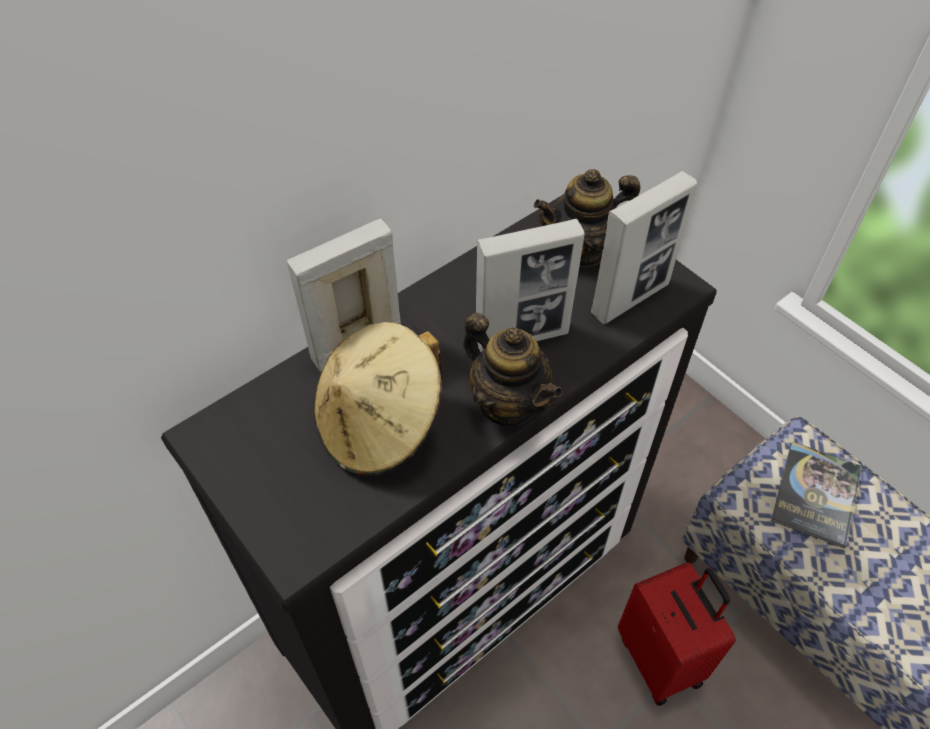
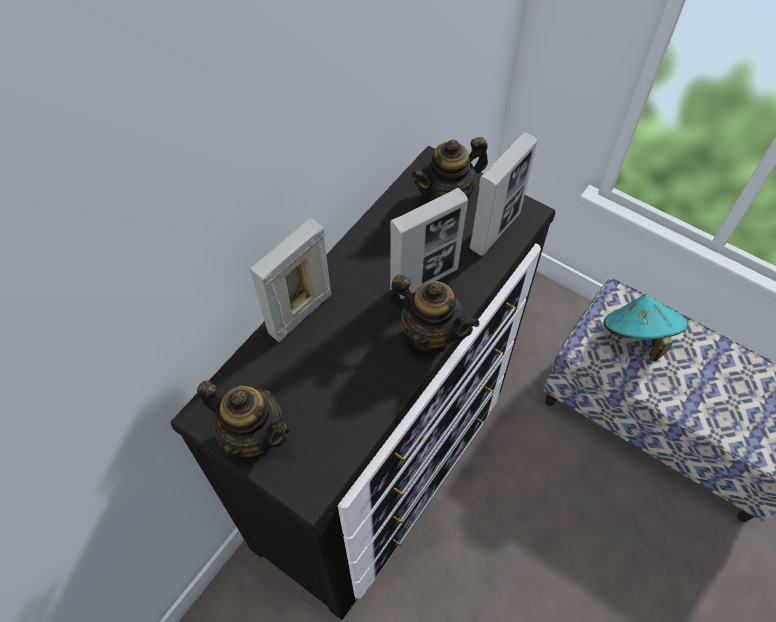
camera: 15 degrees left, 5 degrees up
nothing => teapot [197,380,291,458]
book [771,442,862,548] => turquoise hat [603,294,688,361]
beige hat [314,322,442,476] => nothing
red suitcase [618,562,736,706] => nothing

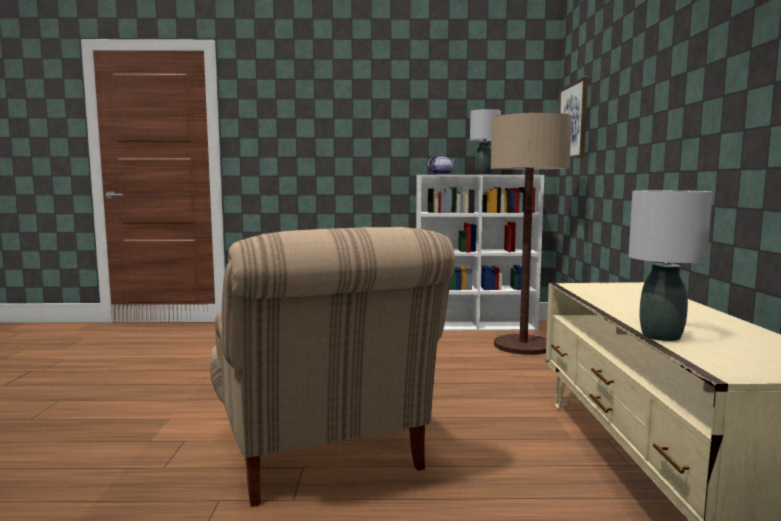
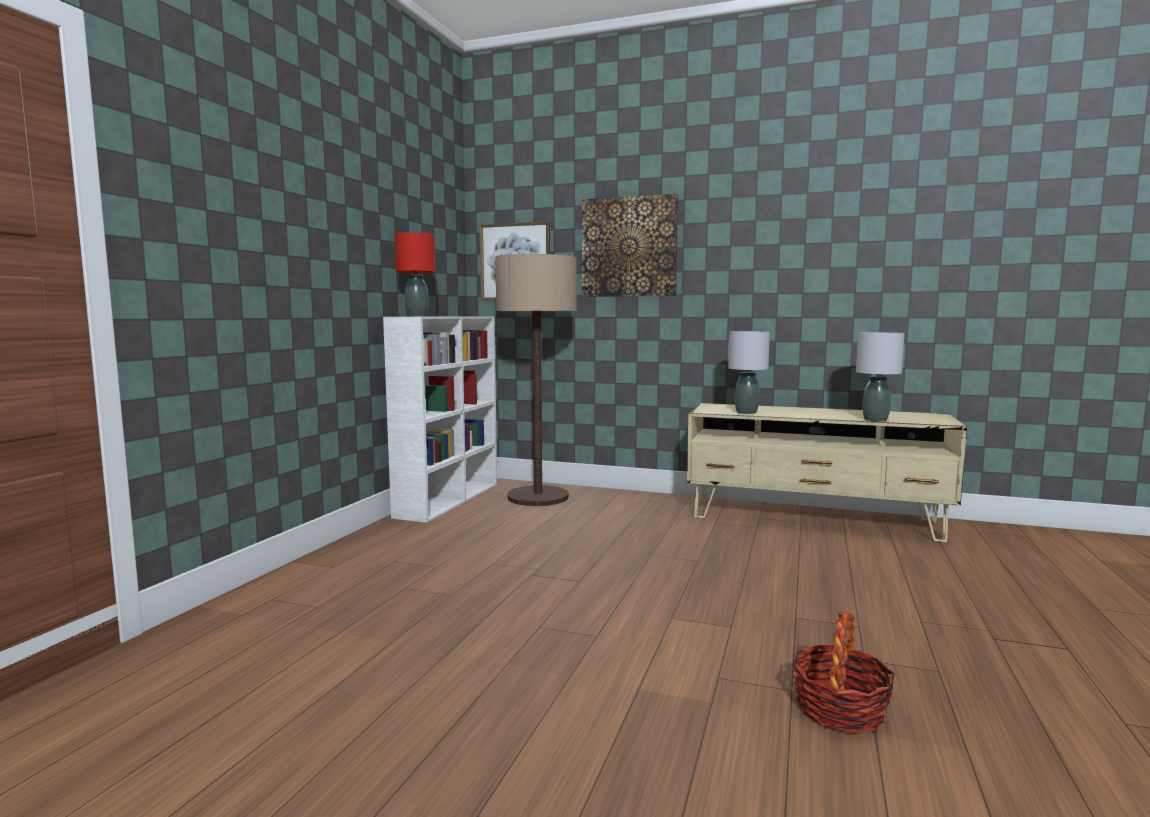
camera: 70 degrees left, 0 degrees up
teapot [428,154,456,175] => red table lamp [395,232,435,316]
nothing => picture [582,194,678,297]
grey table lamp [470,109,501,175] => grey table lamp [728,331,770,414], shifted
nothing => basket [792,612,895,734]
beige armchair [209,227,456,507] => nothing

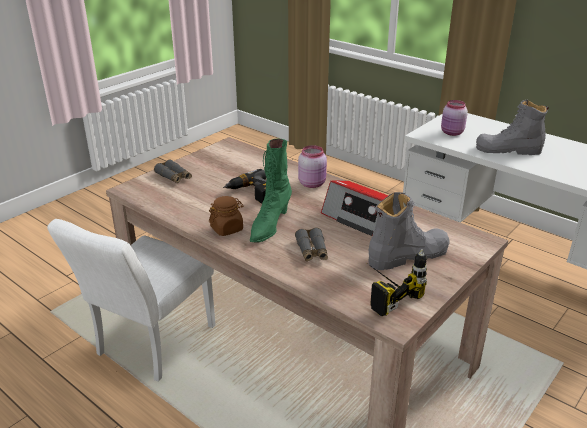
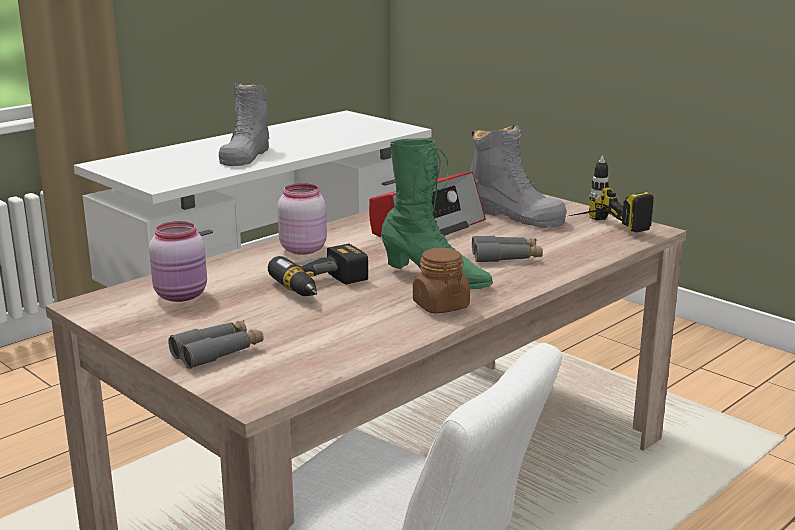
camera: 85 degrees left, 10 degrees down
pink jar [441,100,468,136] => pink jar [149,221,207,302], shifted
grey boot [368,192,450,270] => grey boot [470,125,567,228], 150 degrees clockwise

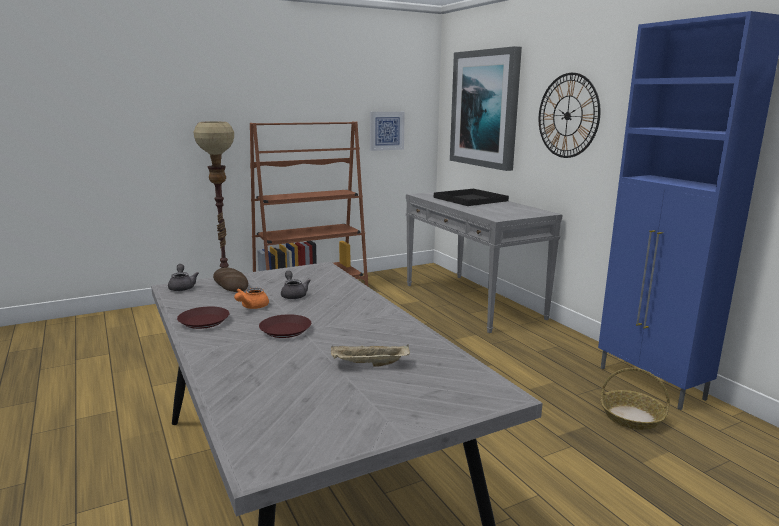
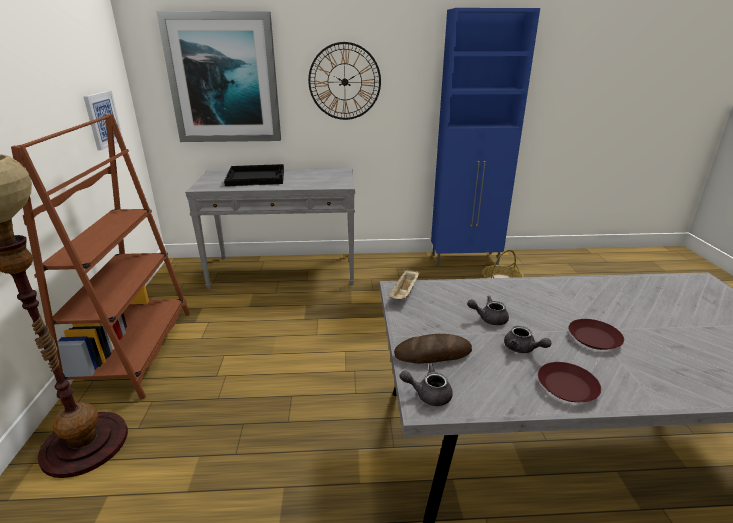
camera: 65 degrees left, 10 degrees up
beige tray [331,344,410,367] => beige tray [388,269,419,299], shifted
orange teapot [234,288,269,309] => grey teapot [504,326,551,353]

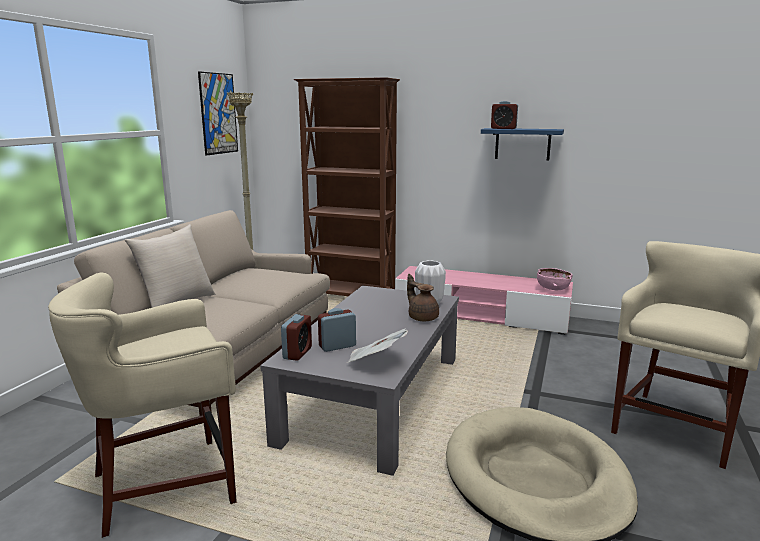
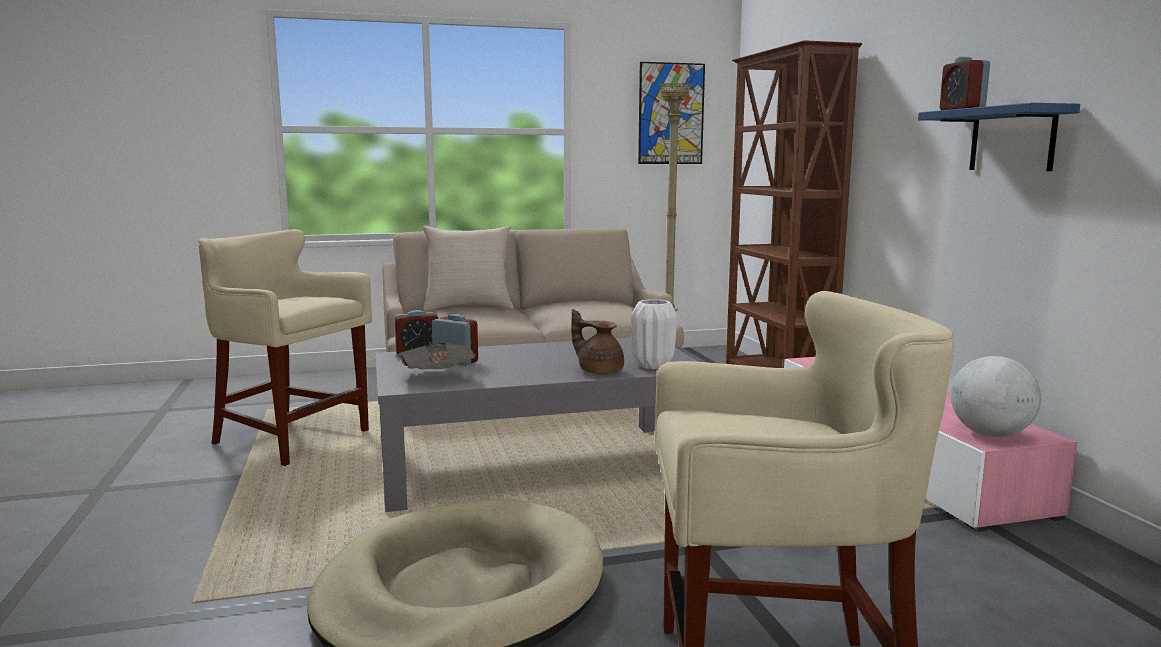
camera: 55 degrees right, 5 degrees down
brown teapot [407,274,439,321] => brown teapot [571,309,624,374], 75 degrees counterclockwise
pink bowl [537,268,573,290] => globe [950,356,1041,437]

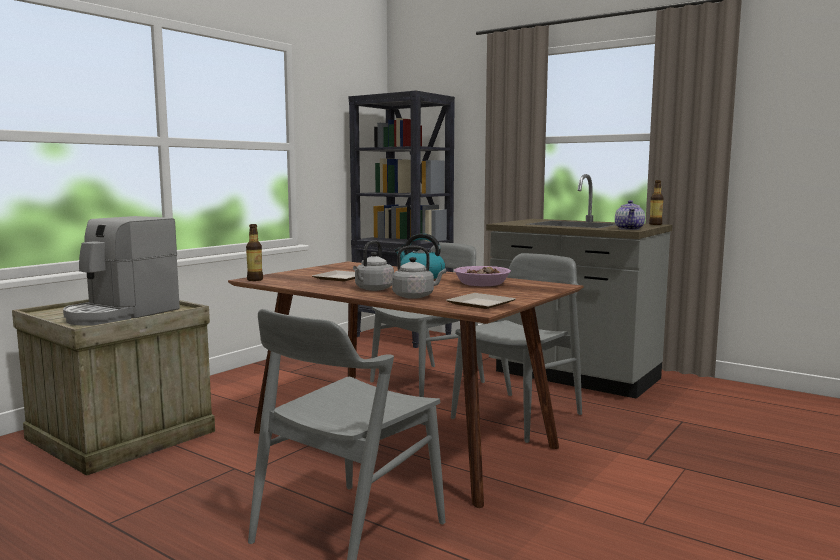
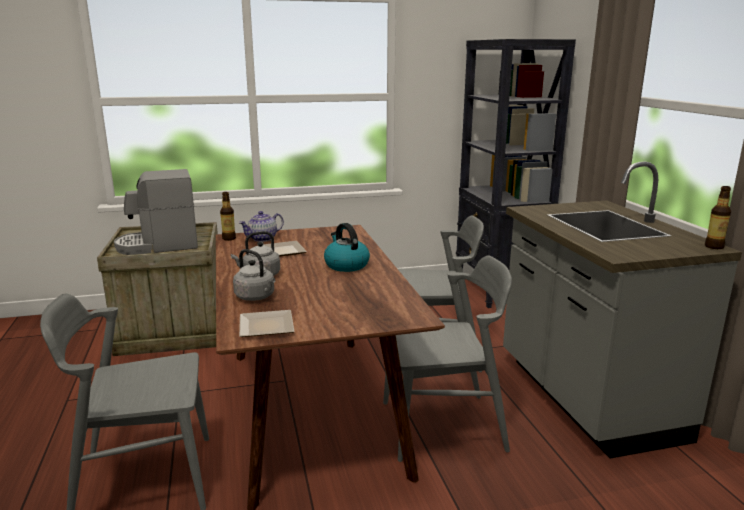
camera: 40 degrees right, 10 degrees up
teapot [615,200,645,230] => teapot [239,211,284,242], shifted
bowl [454,266,511,286] => nothing

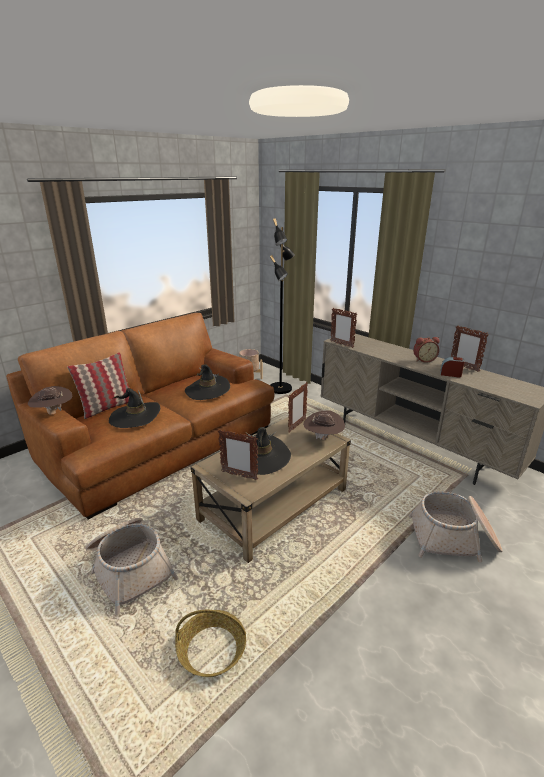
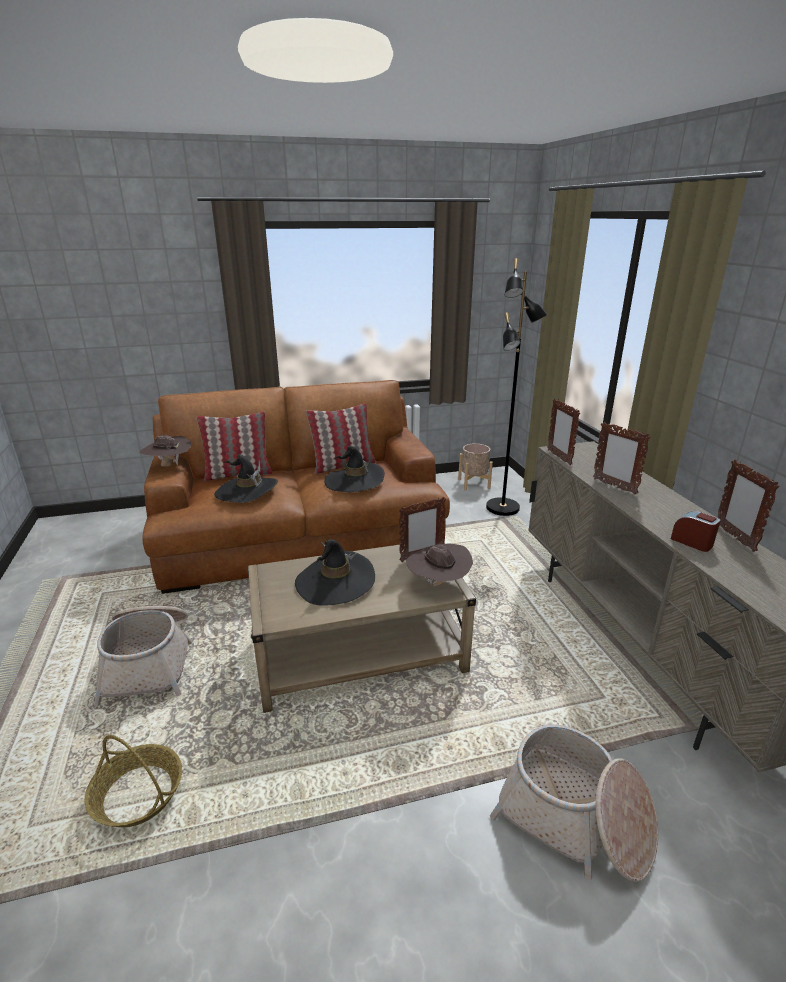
camera: 30 degrees right, 0 degrees up
nothing => pillow [306,403,375,474]
picture frame [218,429,258,480] => picture frame [593,422,651,495], shifted
alarm clock [413,337,440,363] => nothing

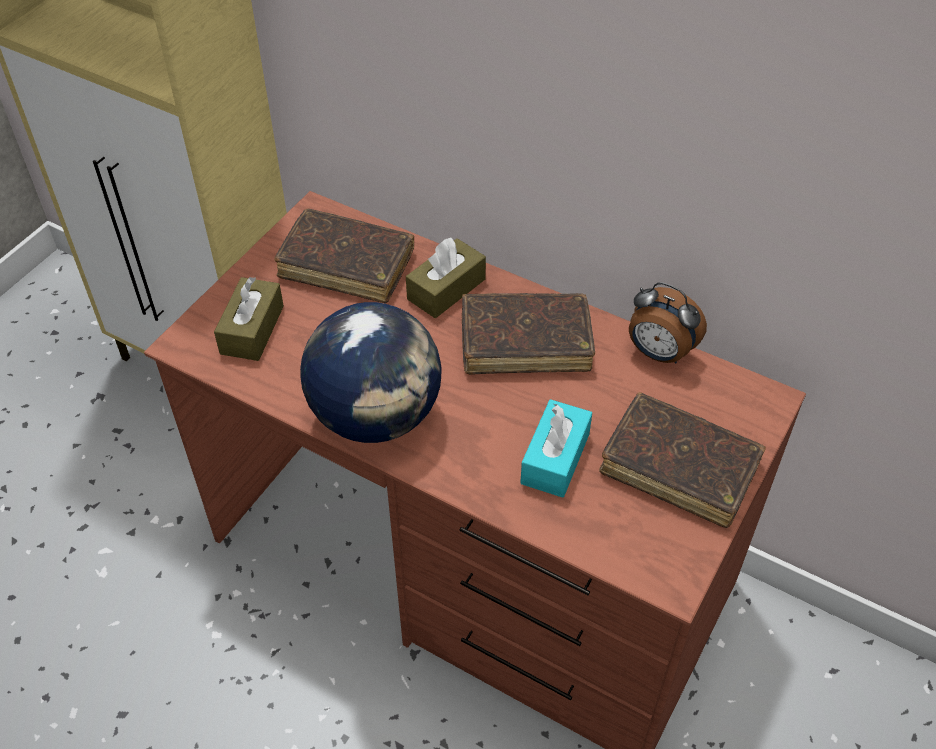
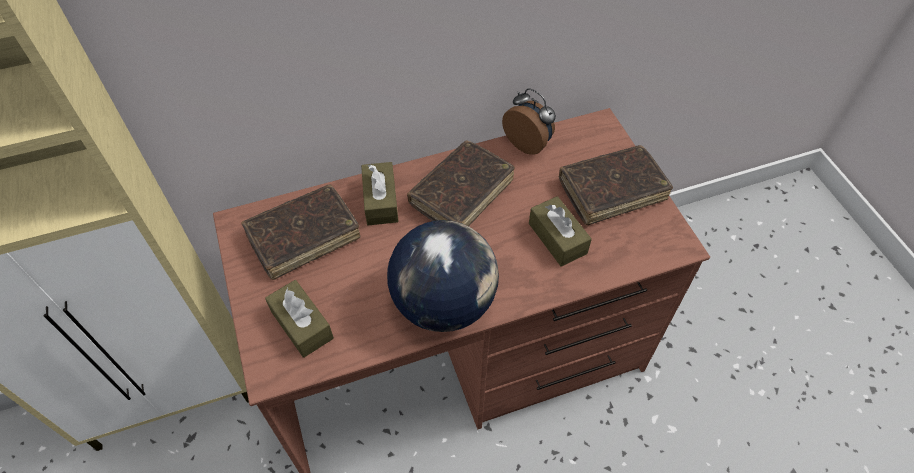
camera: 50 degrees left, 5 degrees up
alarm clock [629,282,707,364] => alarm clock [502,88,556,155], 120 degrees counterclockwise
turquoise tissue box [520,399,592,498] => brown tissue box [529,196,592,267]

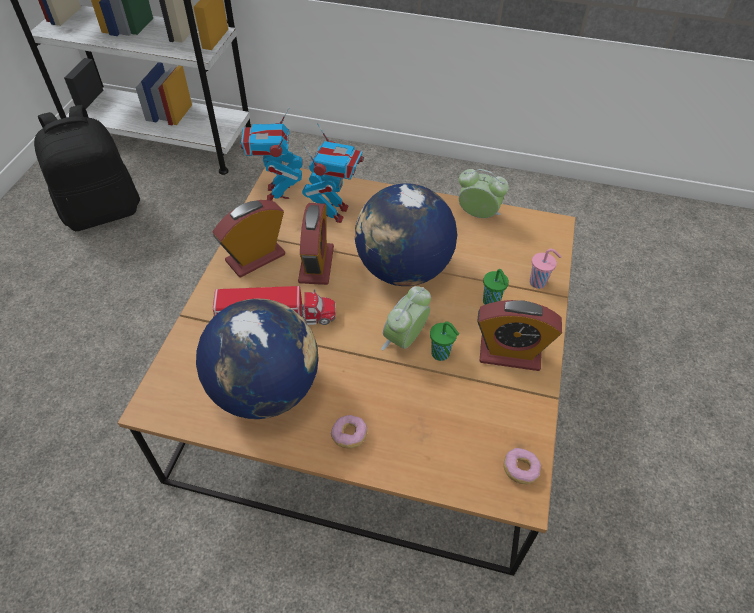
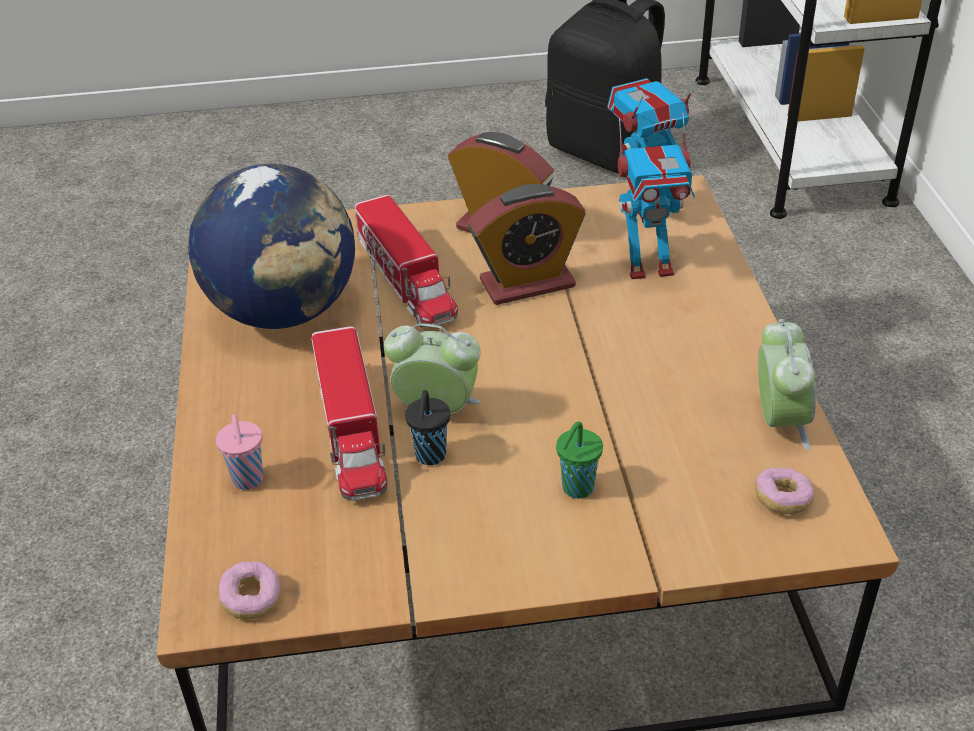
camera: 70 degrees right, 10 degrees down
pink cup [530,249,562,289] => pink cup [216,414,263,490], shifted
nothing => toy truck [312,326,388,501]
green cup [430,322,459,361] => black cup [405,390,450,465]
donut [331,415,368,449] => donut [754,468,815,514], shifted
globe [355,183,457,286] => nothing
alarm clock [477,300,562,371] => nothing

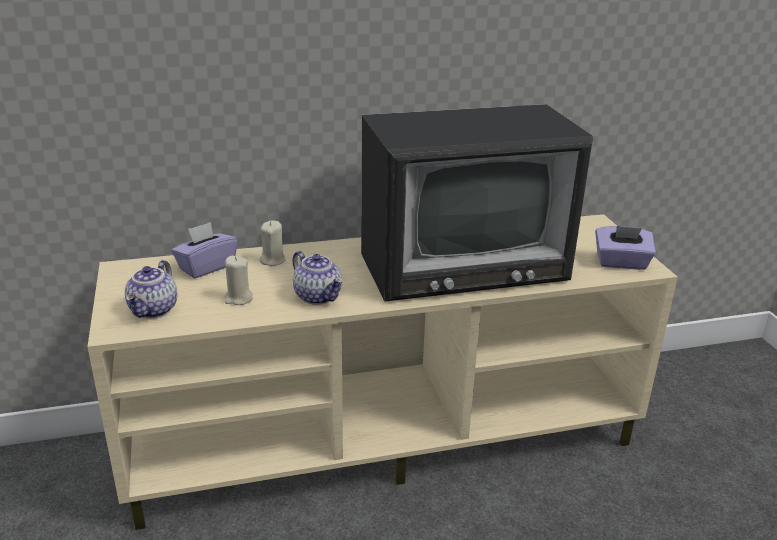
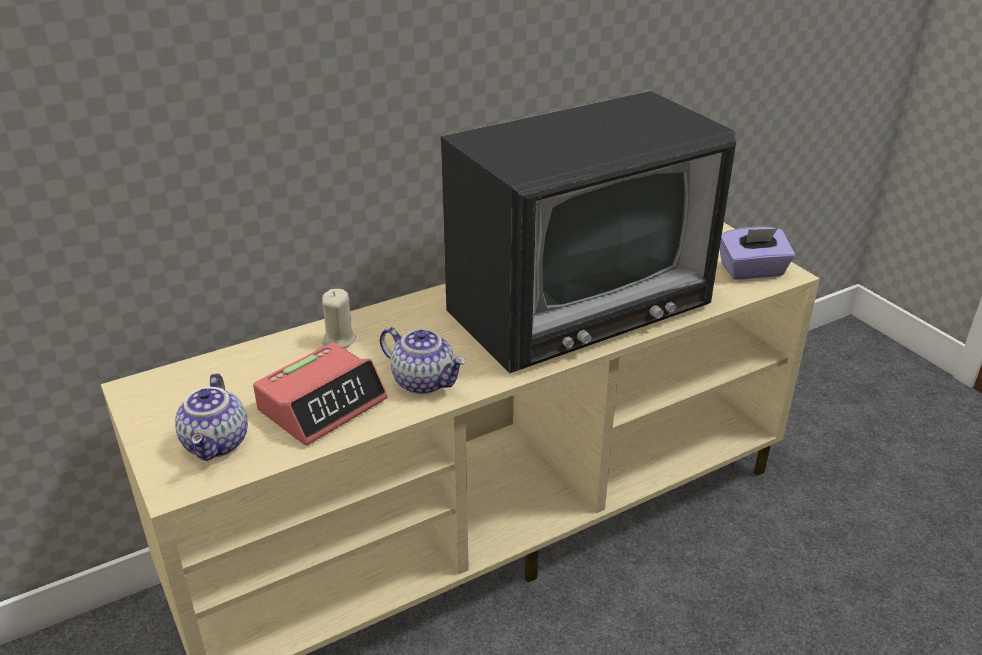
camera: 15 degrees left, 5 degrees up
beige candle [224,256,253,305] => alarm clock [253,342,388,446]
purple tissue box [171,222,238,279] => nothing

